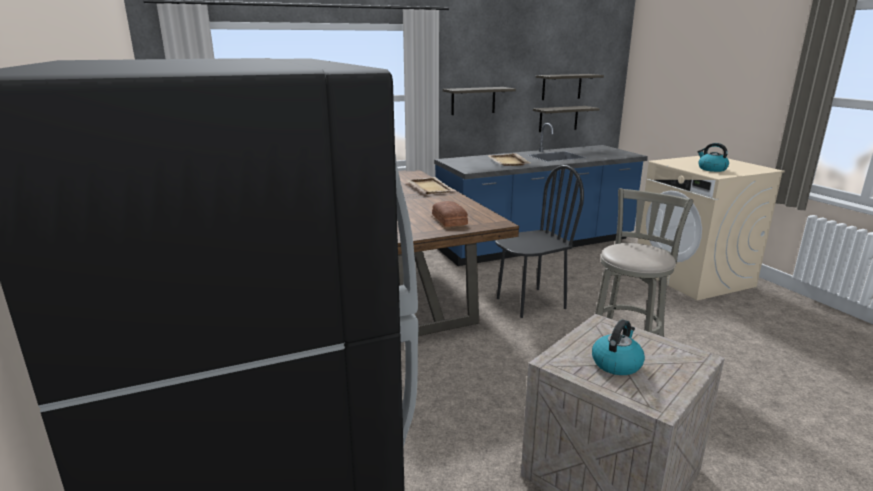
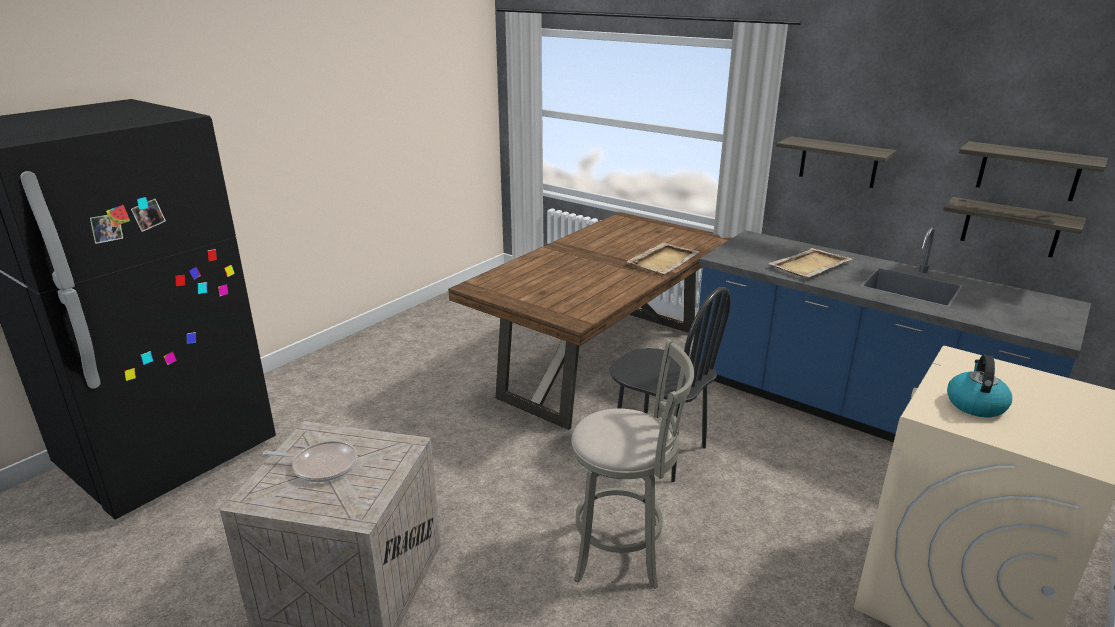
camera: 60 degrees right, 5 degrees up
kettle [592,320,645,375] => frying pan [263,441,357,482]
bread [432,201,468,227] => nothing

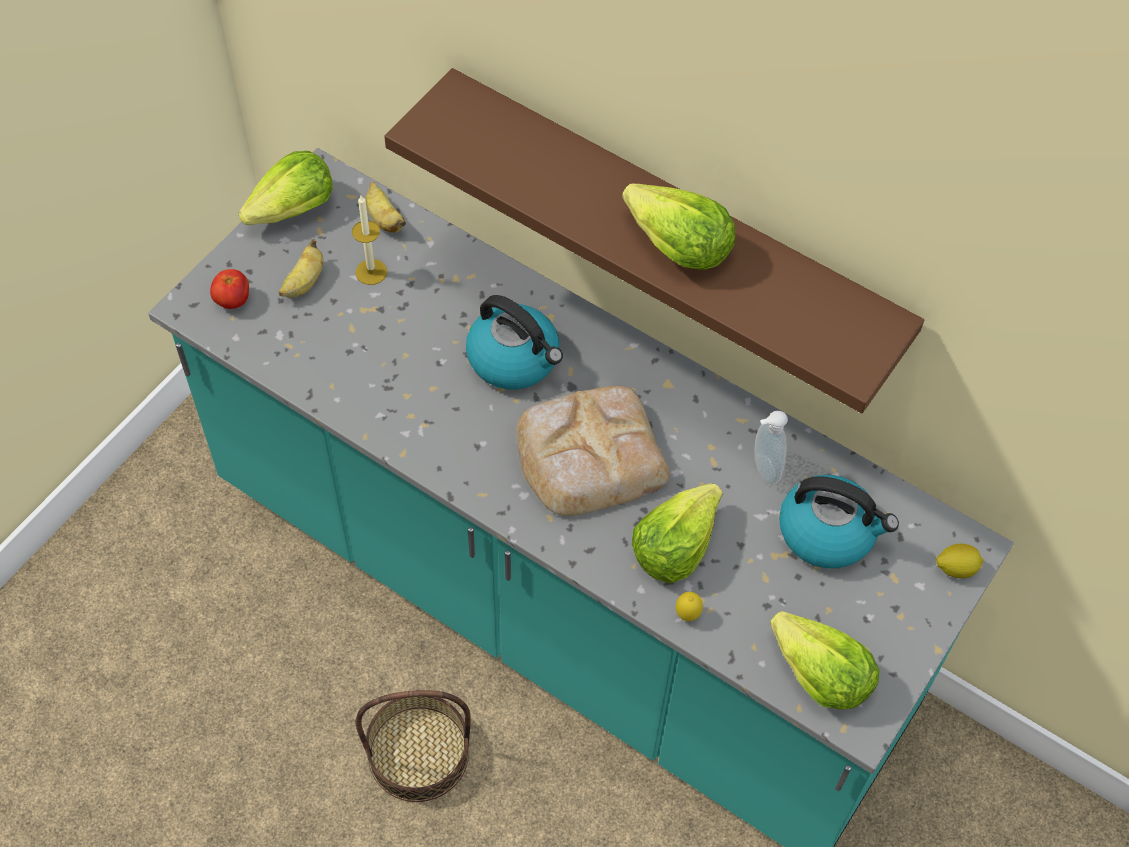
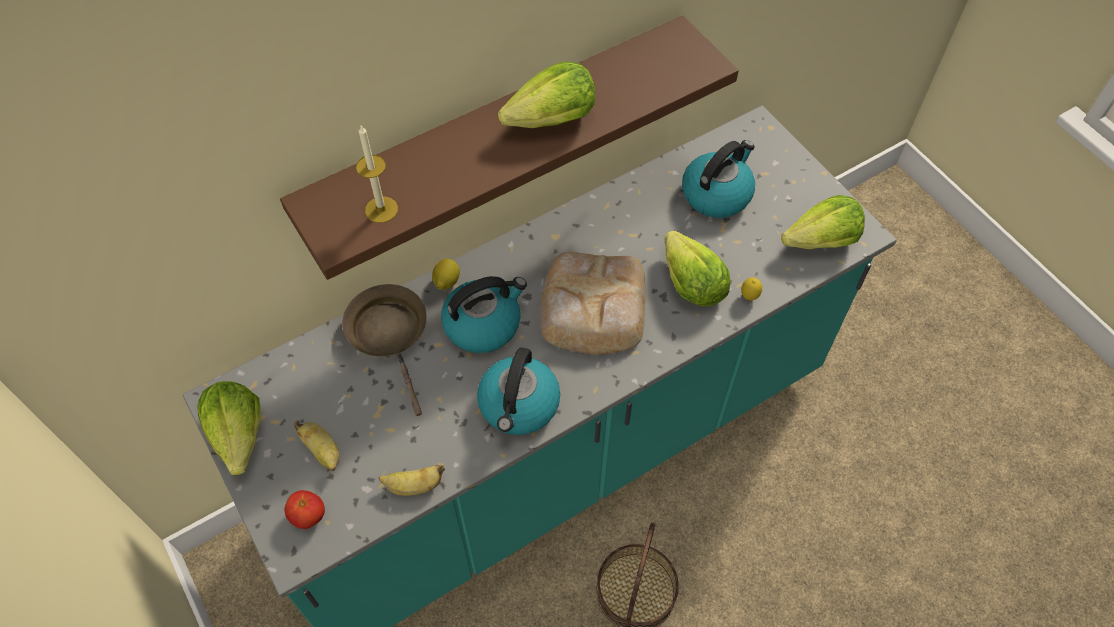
camera: 65 degrees left, 0 degrees up
nothing => brown frying pan [342,284,427,416]
candle [352,195,387,285] => candle [356,126,398,223], shifted
banana [365,182,406,233] => banana [379,465,445,496], shifted
lemon [936,544,984,578] => lemon [432,259,460,290], shifted
nothing => kettle [477,347,560,435]
soap dispenser [754,411,788,484] => nothing

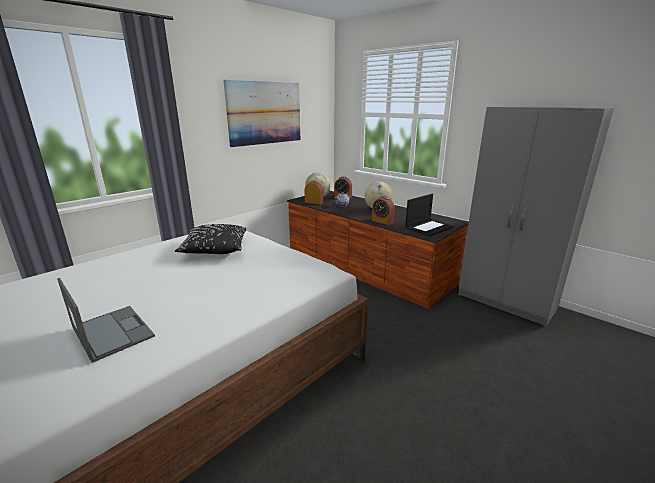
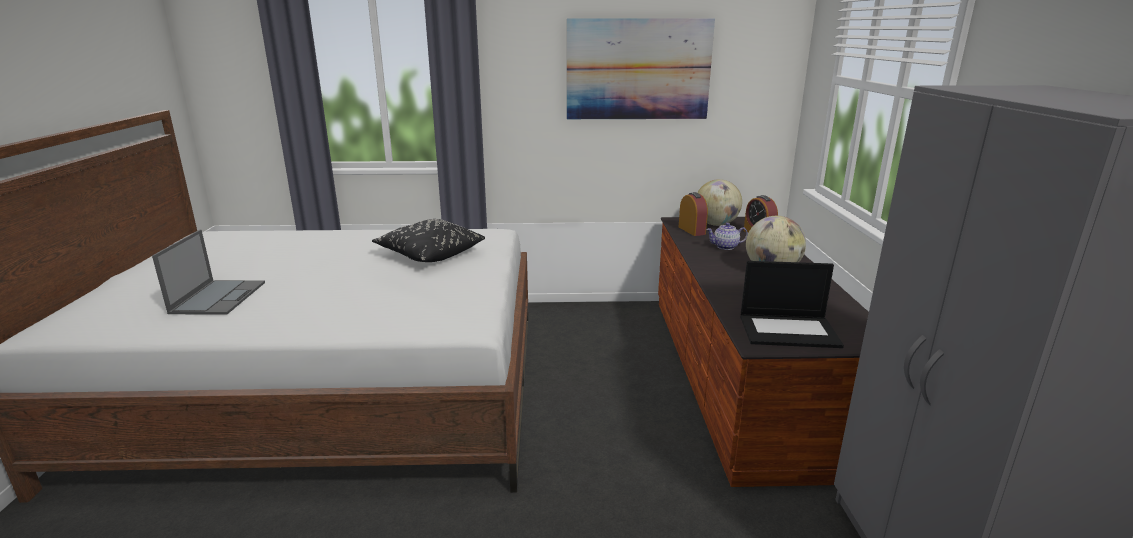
camera: 45 degrees right, 0 degrees up
alarm clock [372,196,395,225] => nothing

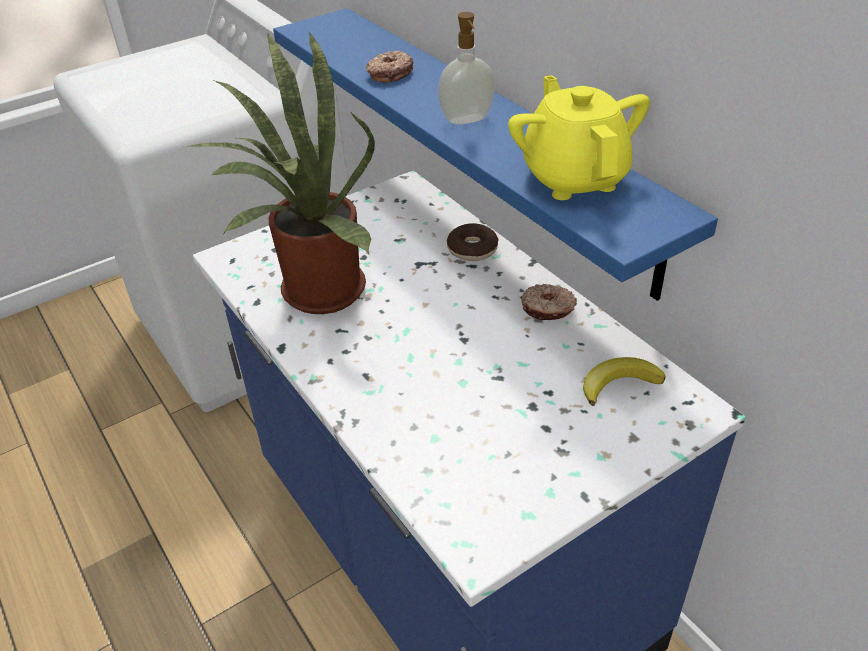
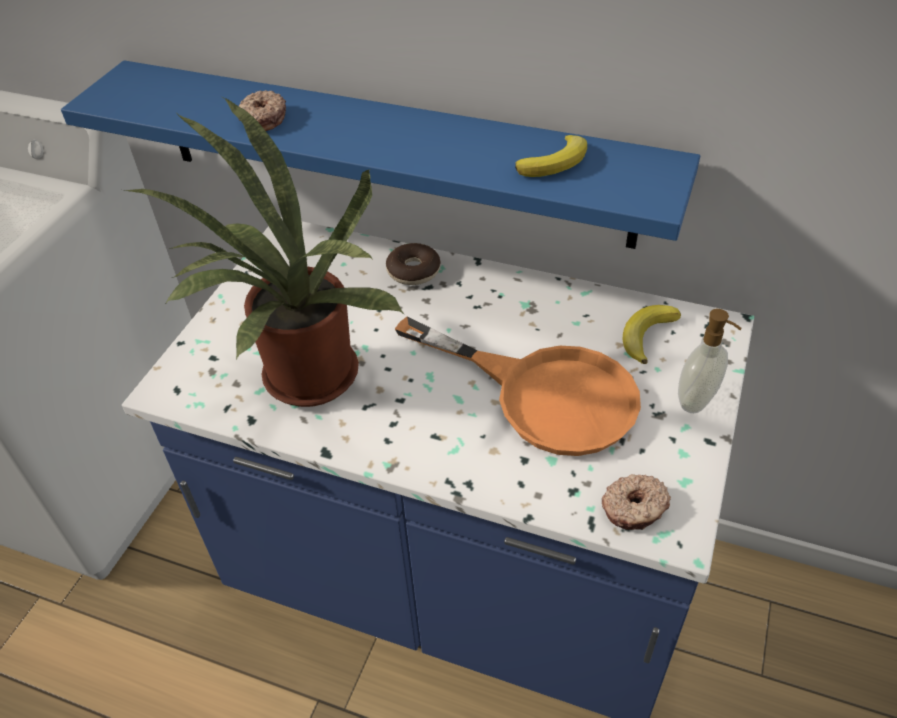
camera: 35 degrees left, 5 degrees up
nothing => orange frying pan [395,317,641,456]
yellow teapot [508,75,650,200] => banana [515,135,587,177]
donut [522,284,577,320] => donut [602,474,671,530], shifted
soap dispenser [438,12,495,124] => soap dispenser [678,309,742,413], shifted

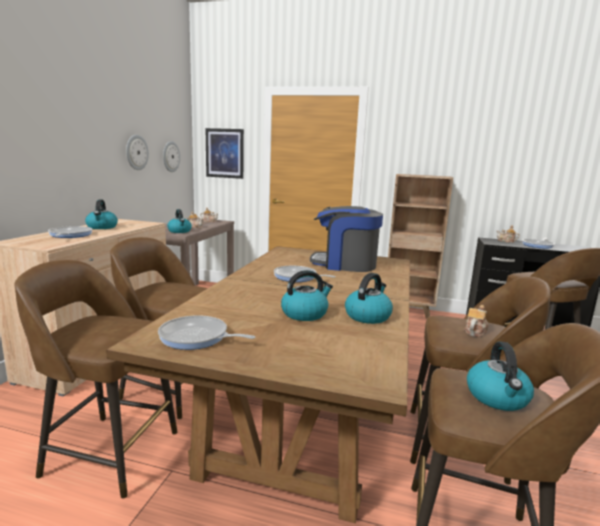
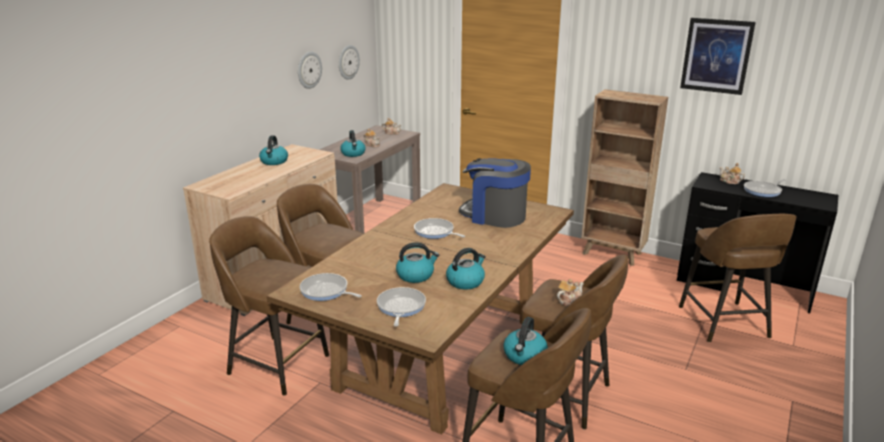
camera: 15 degrees right, 10 degrees up
frying pan [48,226,92,238] => frying pan [377,287,426,326], shifted
picture [206,128,244,179] => picture [680,18,756,95], shifted

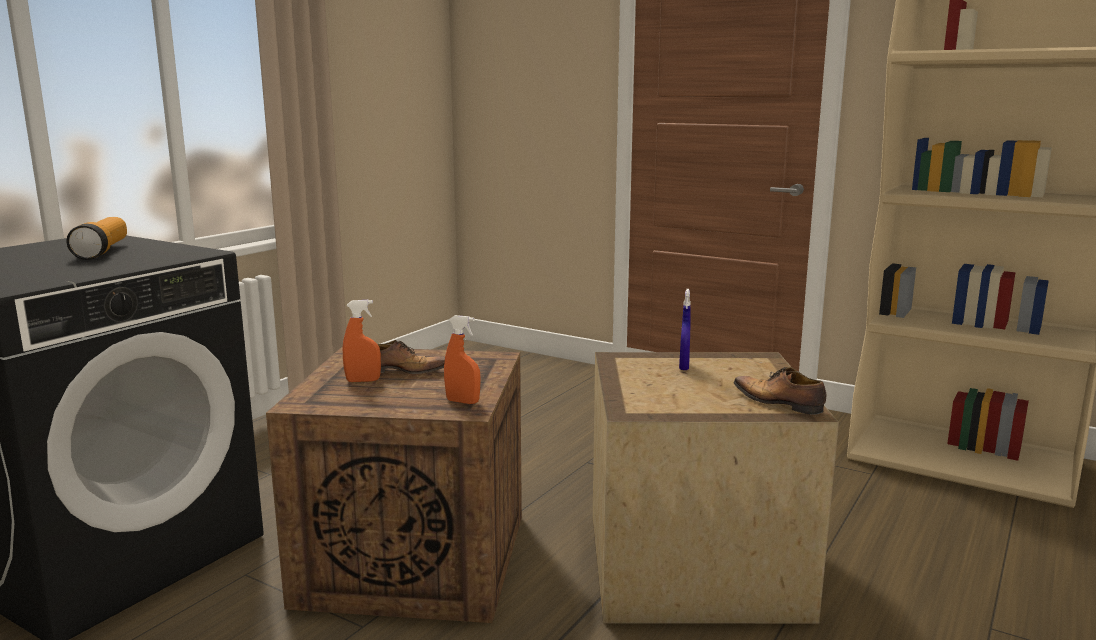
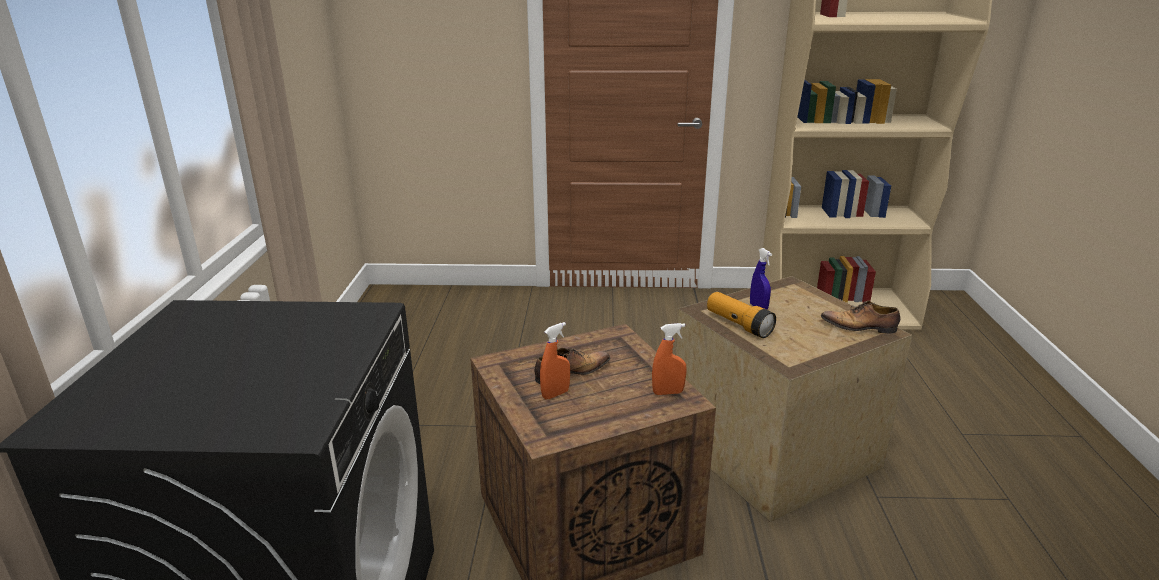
camera: 30 degrees left, 10 degrees up
flashlight [67,217,127,260] => flashlight [707,292,776,338], shifted

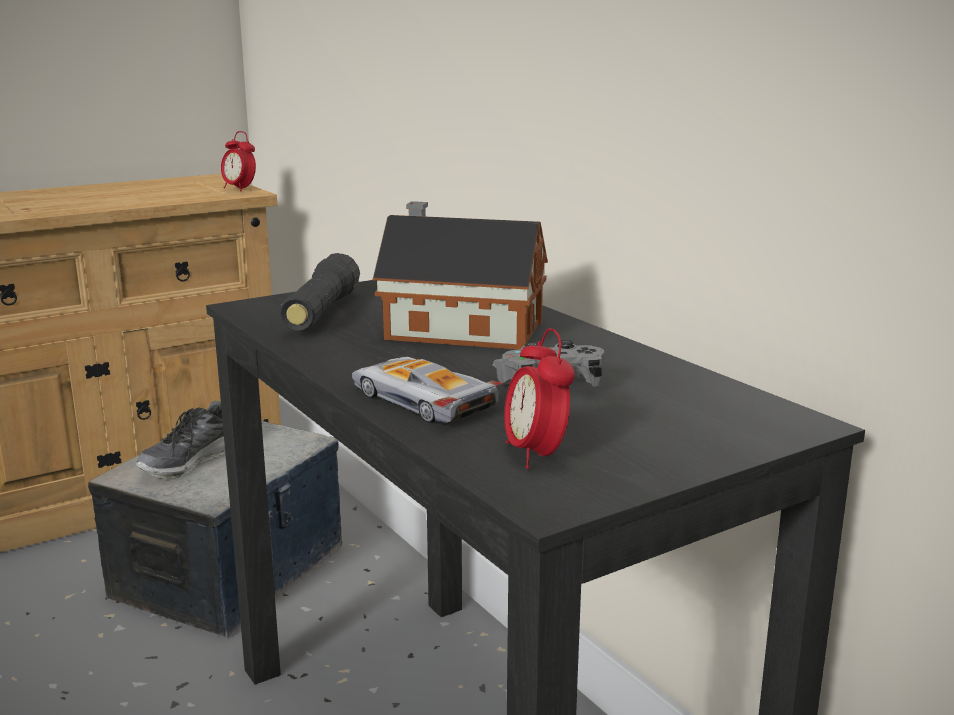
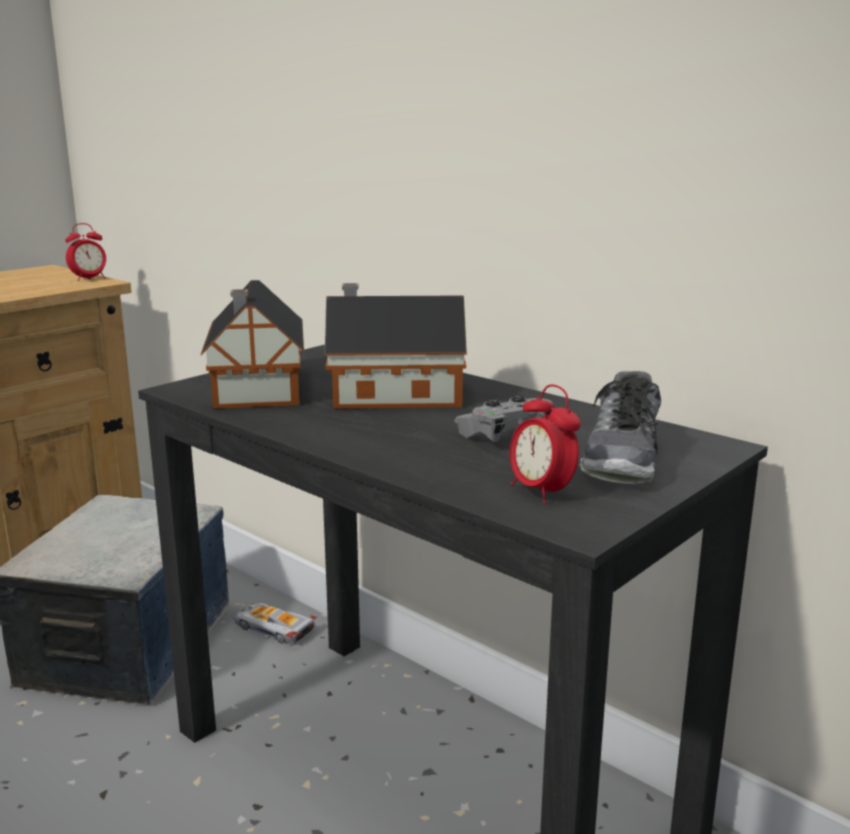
camera: 15 degrees left, 0 degrees up
alarm clock [221,131,256,191] => alarm clock [65,223,106,281], 60 degrees counterclockwise
black flashlight [280,253,360,332] => toy house [201,280,304,409]
toy car [352,357,506,423] => toy car [234,603,318,644], shifted
shoe [136,401,225,479] => shoe [580,371,661,484], shifted

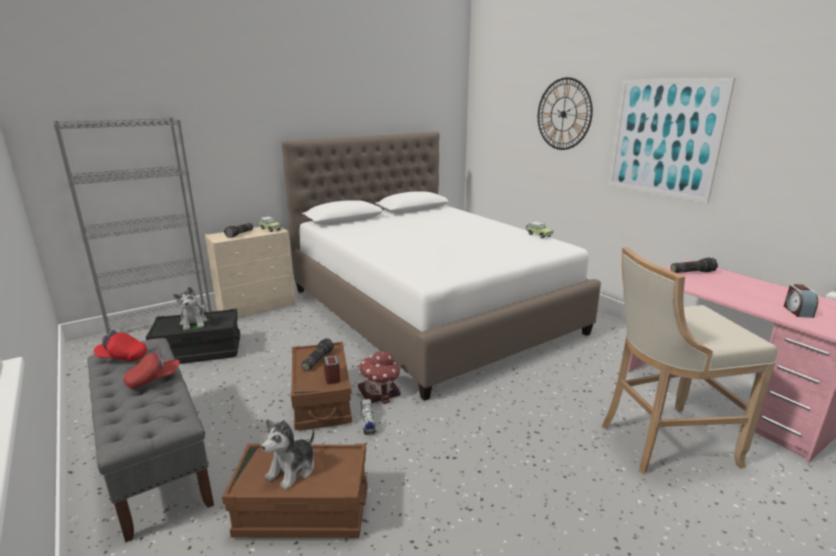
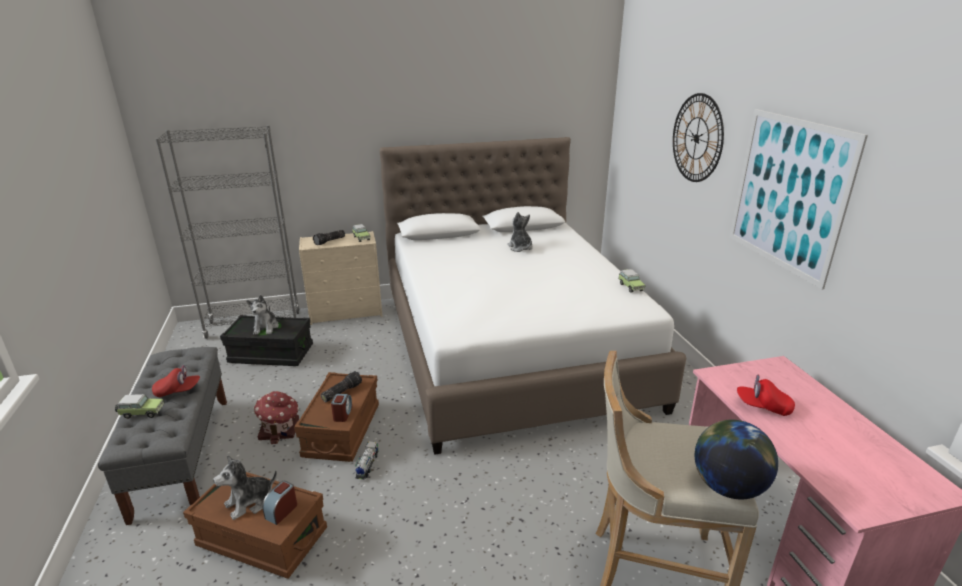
camera: 20 degrees right, 5 degrees up
nothing => toy car [115,394,164,419]
toy house [358,351,400,404] => toy house [254,391,299,444], shifted
alarm clock [784,284,818,318] => alarm clock [262,481,297,525], shifted
nothing => plush toy [507,212,533,252]
nothing => globe [695,420,778,499]
red cap [94,330,147,361] => red cap [737,375,795,416], shifted
flashlight [671,257,718,273] => nothing

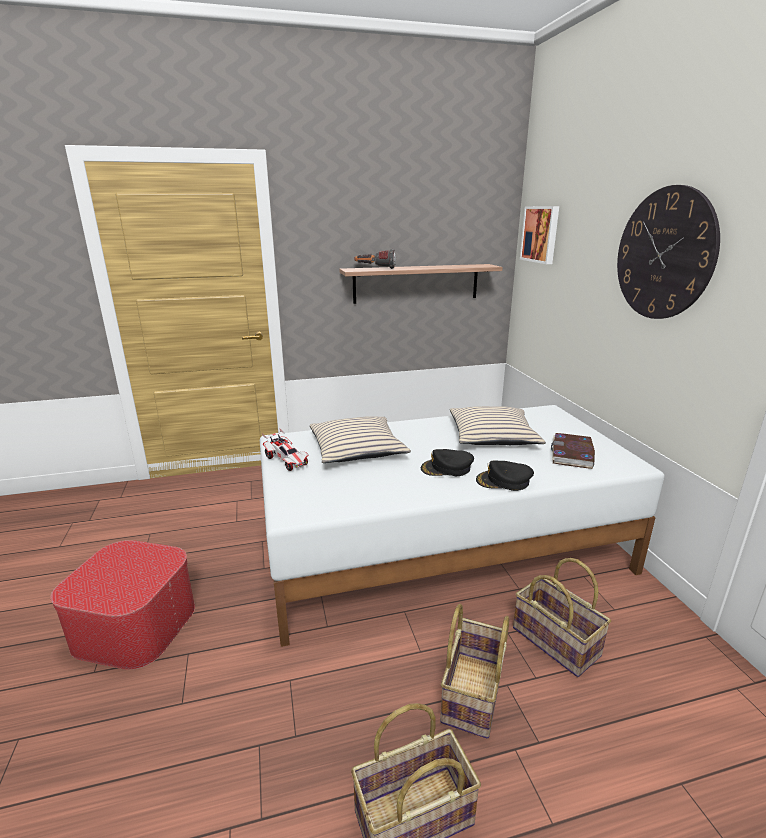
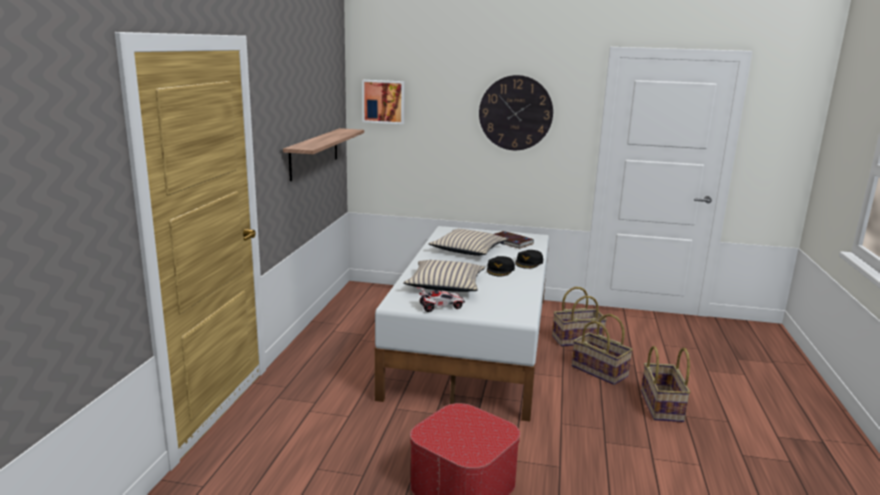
camera: 65 degrees left, 5 degrees down
flashlight [354,249,396,269] => nothing

